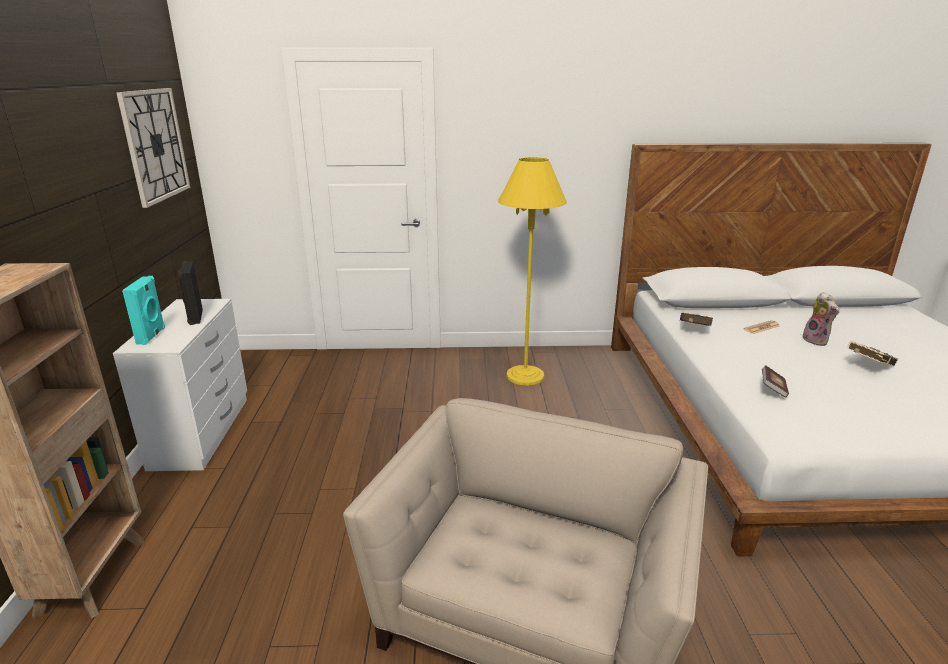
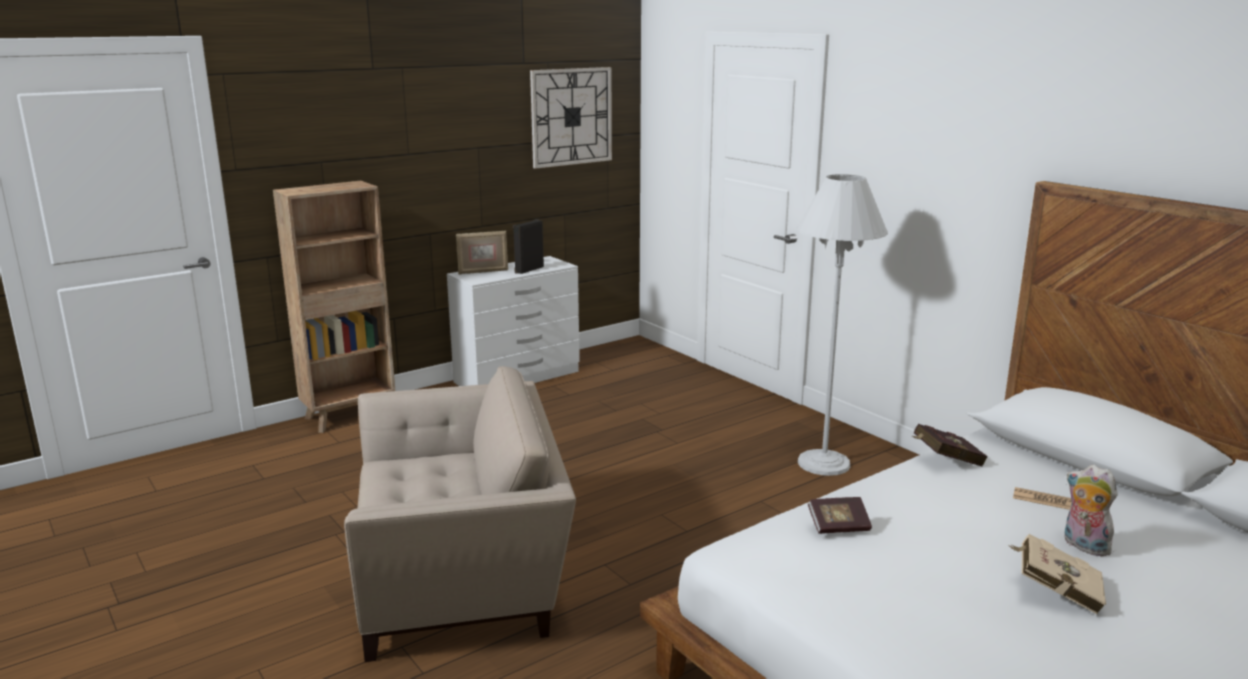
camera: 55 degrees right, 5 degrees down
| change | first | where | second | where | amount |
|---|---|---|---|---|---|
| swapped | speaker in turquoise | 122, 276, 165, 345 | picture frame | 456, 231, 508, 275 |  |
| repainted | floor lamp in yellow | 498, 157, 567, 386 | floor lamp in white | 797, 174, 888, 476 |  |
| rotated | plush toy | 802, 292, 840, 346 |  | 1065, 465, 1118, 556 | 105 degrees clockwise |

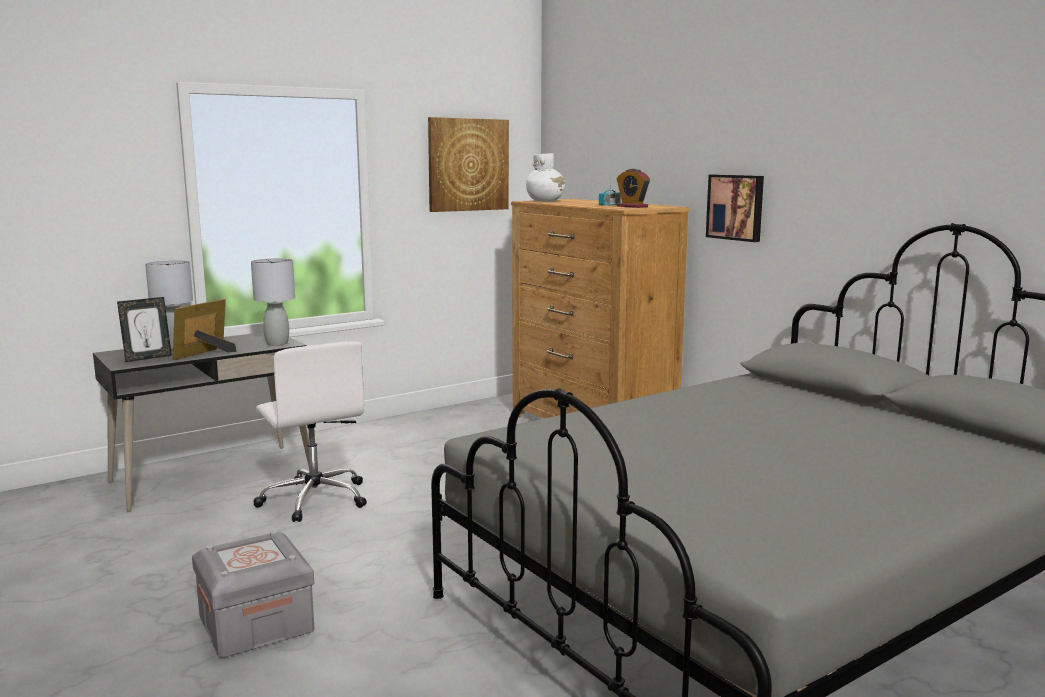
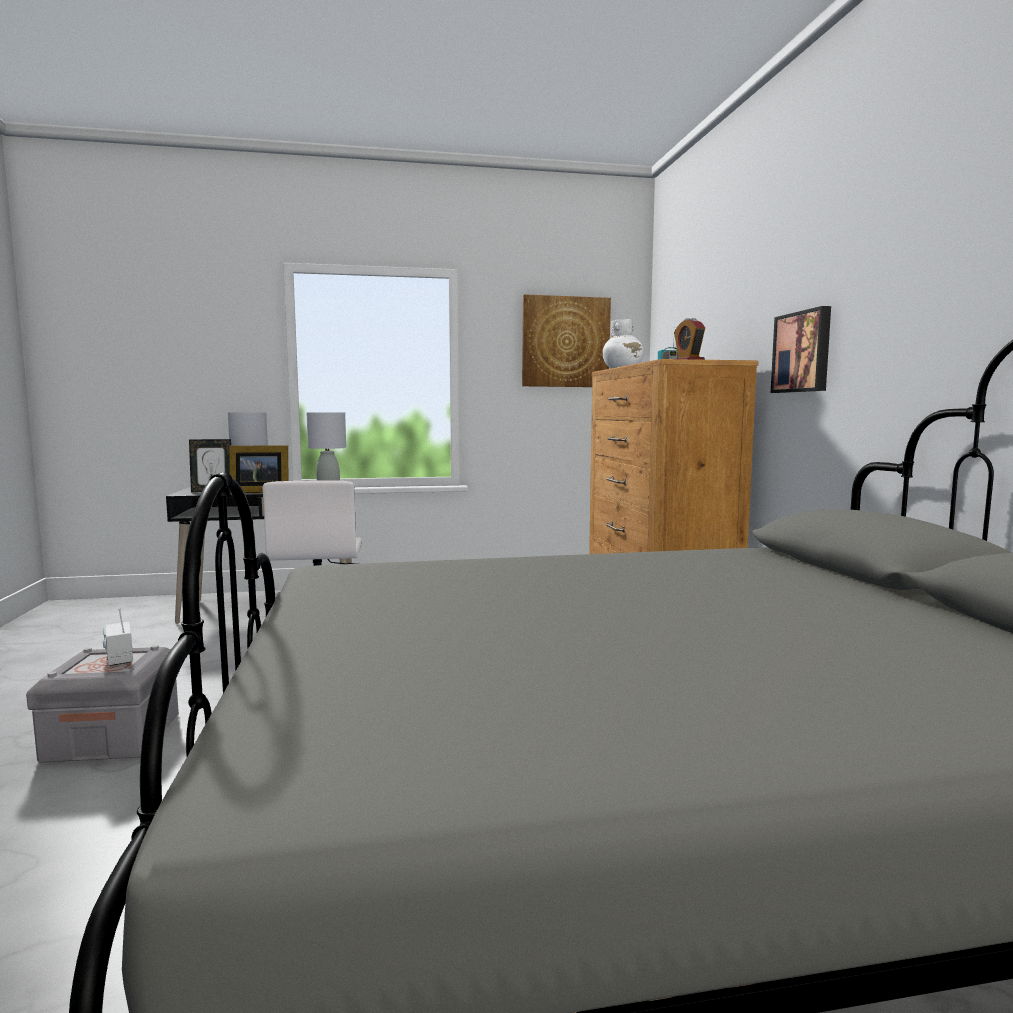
camera: 25 degrees right, 5 degrees down
| change | first | where | second | where | amount |
|---|---|---|---|---|---|
| new |  |  | radio | 103, 608, 133, 666 |  |
| rotated | picture frame | 173, 299, 236, 360 |  | 229, 445, 289, 493 | 150 degrees counterclockwise |

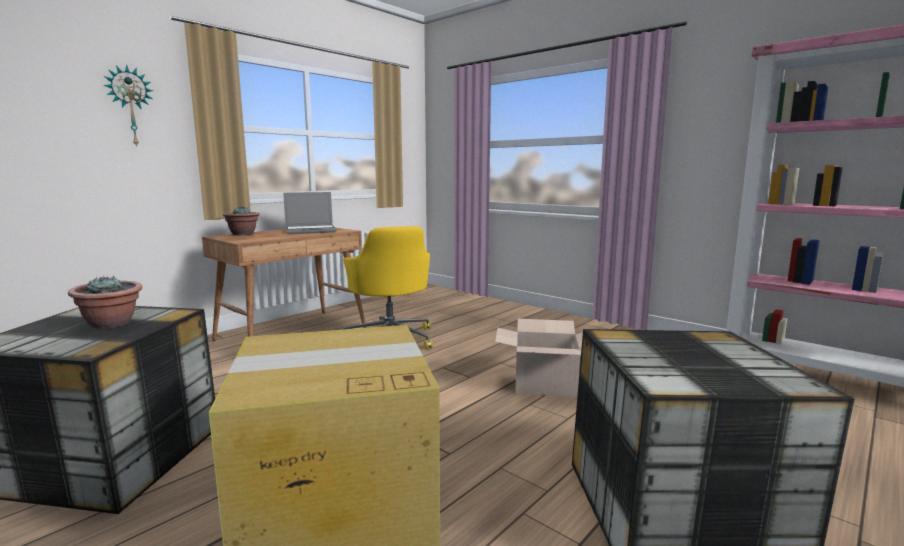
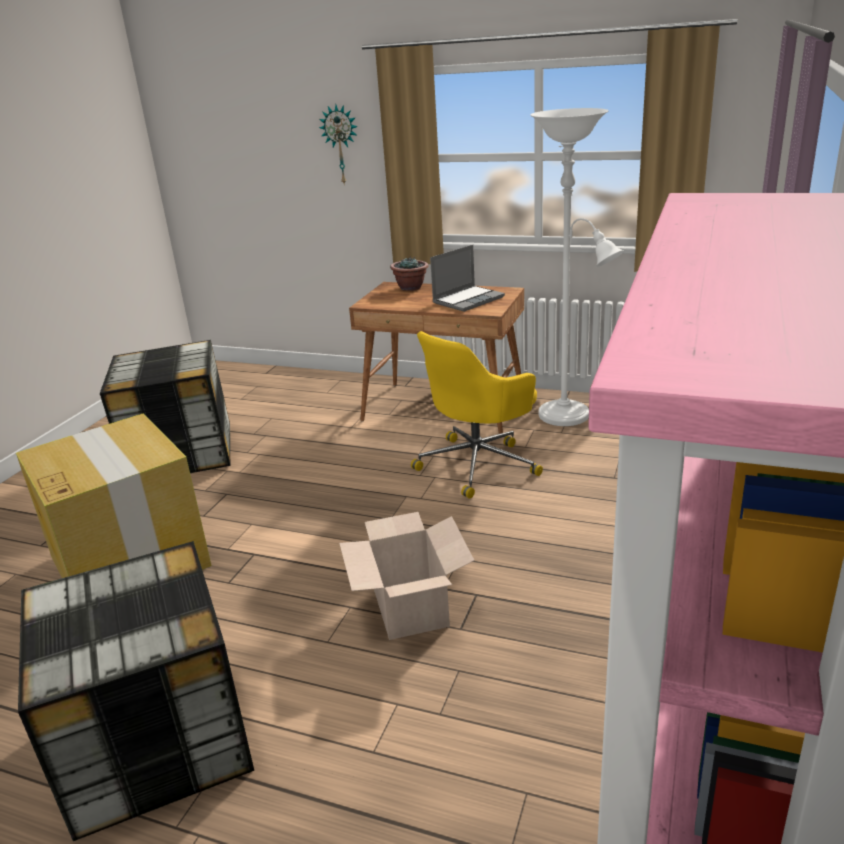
camera: 70 degrees right, 15 degrees up
| change | first | where | second | where | amount |
|---|---|---|---|---|---|
| rotated | laptop | 283, 192, 337, 234 |  | 430, 245, 505, 312 | 90 degrees counterclockwise |
| new |  |  | floor lamp in white | 531, 108, 624, 426 |  |
| gone | potted plant | 68, 276, 142, 329 |  |  |  |

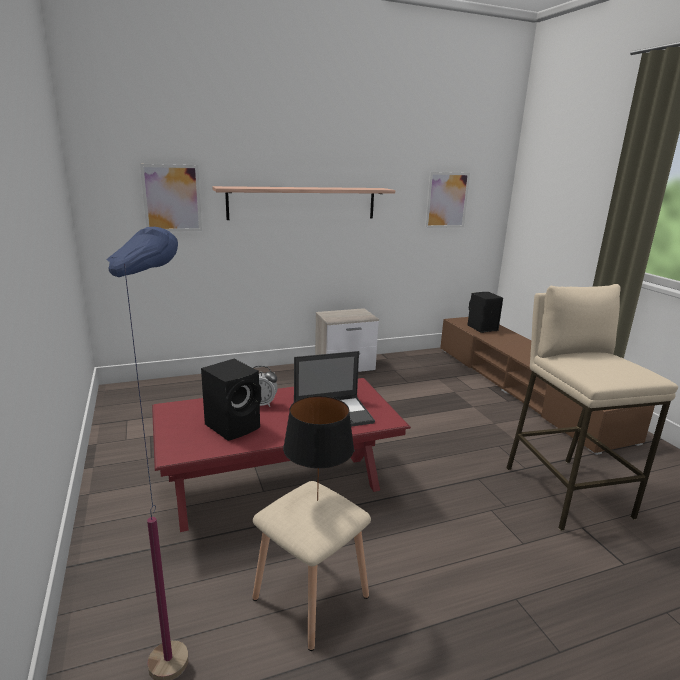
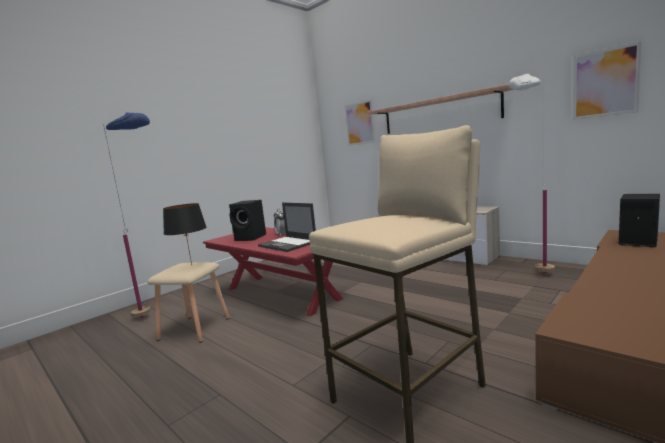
camera: 65 degrees right, 10 degrees down
| change | first | where | second | where | amount |
|---|---|---|---|---|---|
| new |  |  | floor lamp in white | 509, 73, 555, 274 |  |

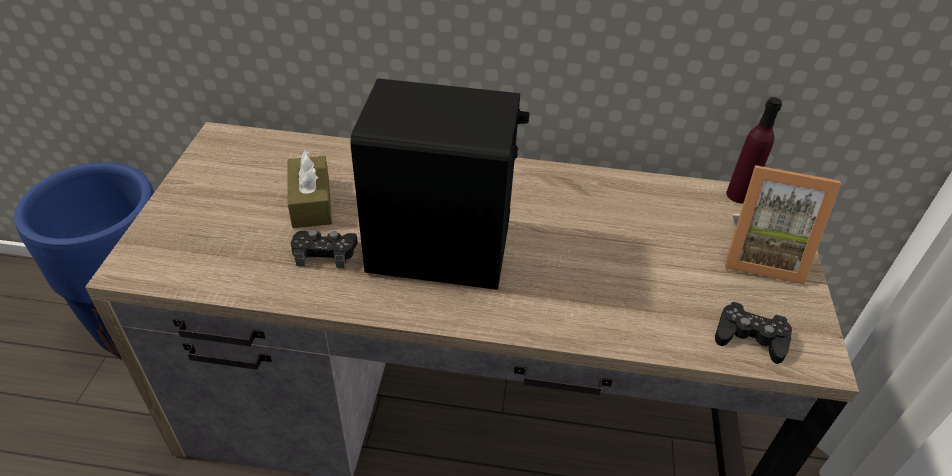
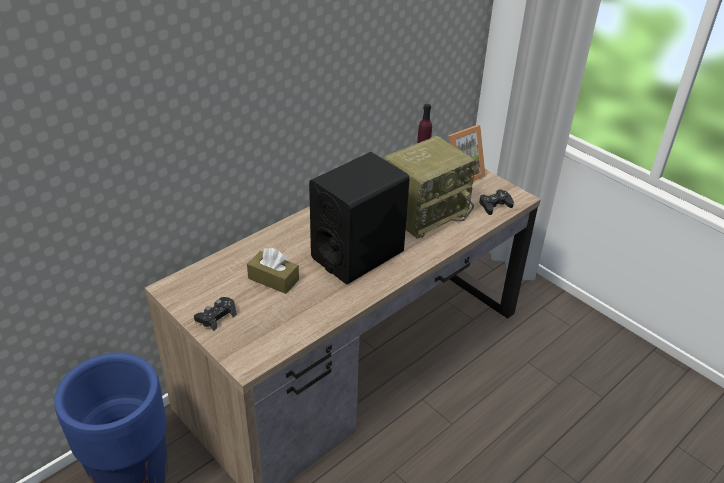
camera: 50 degrees left, 5 degrees down
| change | first | where | second | where | amount |
|---|---|---|---|---|---|
| shifted | game controller in black | 291, 230, 358, 268 |  | 194, 297, 237, 331 |  |
| new |  |  | radio | 384, 136, 476, 239 |  |

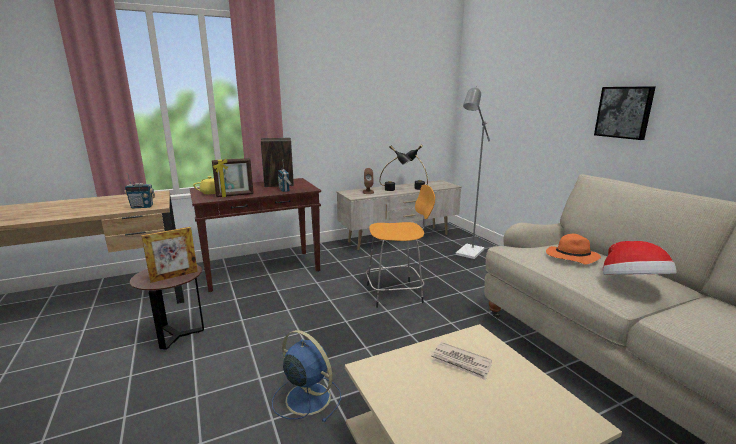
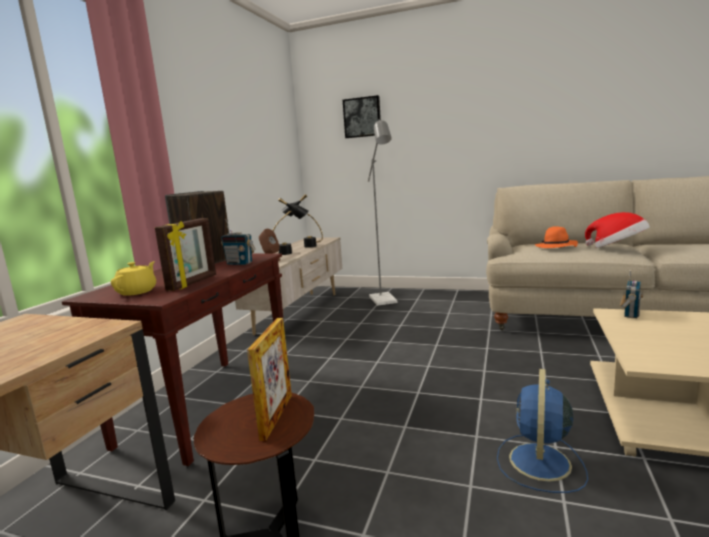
camera: 45 degrees left, 5 degrees down
| change | first | where | second | where | amount |
|---|---|---|---|---|---|
| shifted | picture | 594, 86, 656, 140 |  | 343, 95, 381, 138 |  |
| rotated | fan in blue | 272, 330, 341, 422 |  | 497, 369, 588, 493 | 60 degrees counterclockwise |
| shifted | radio | 124, 174, 155, 209 |  | 620, 270, 643, 318 |  |
| gone | stool in orange | 366, 185, 435, 308 |  |  |  |
| gone | newspaper | 431, 342, 492, 380 |  |  |  |

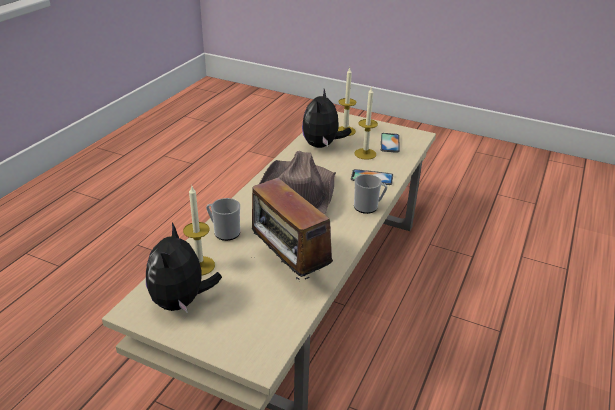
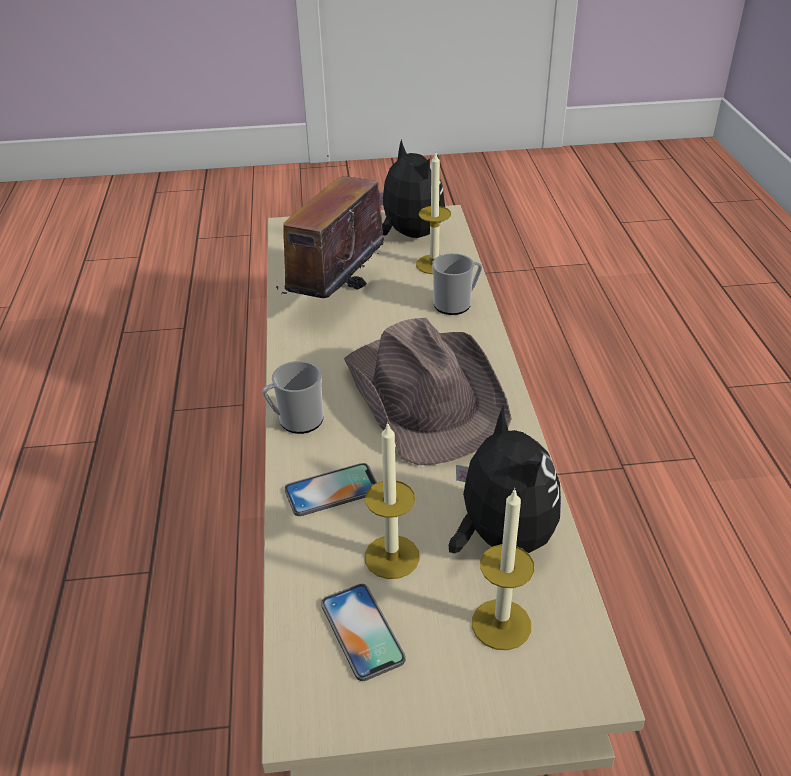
camera: 150 degrees right, 5 degrees up
| change | first | where | second | where | amount |
|---|---|---|---|---|---|
| rotated | radio | 252, 173, 333, 280 |  | 276, 155, 391, 298 | 90 degrees counterclockwise |

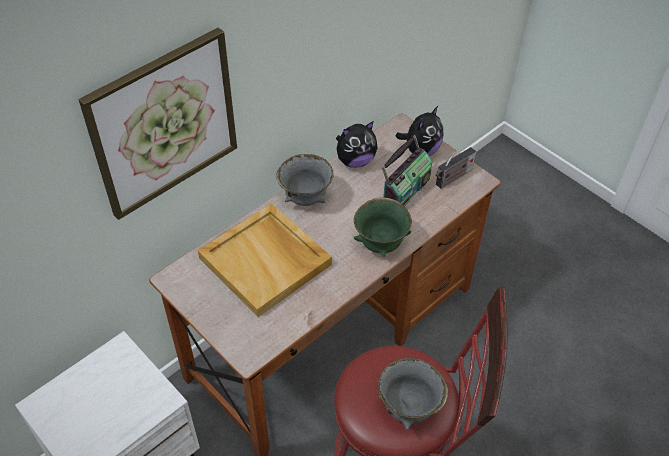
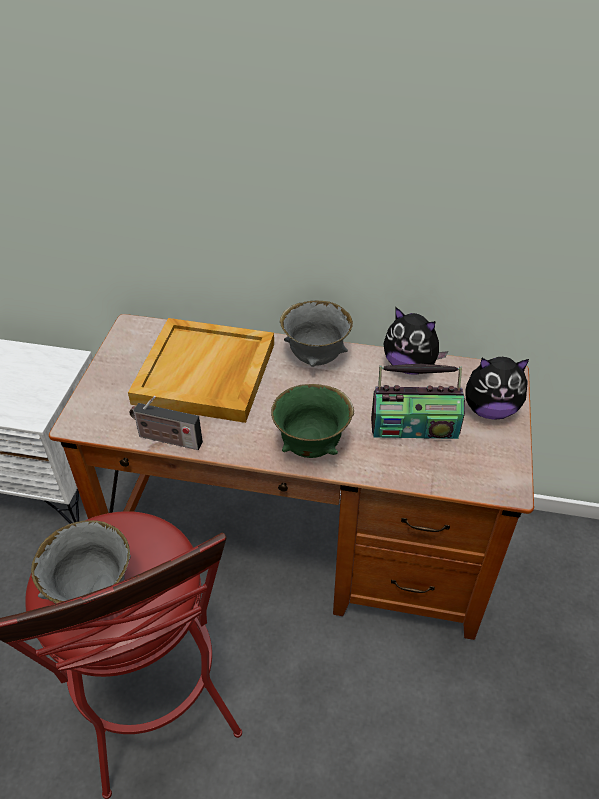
camera: 55 degrees right, 5 degrees down
| change | first | where | second | where | amount |
|---|---|---|---|---|---|
| shifted | radio | 436, 147, 476, 189 |  | 129, 396, 203, 450 |  |
| gone | picture | 78, 28, 237, 220 |  |  |  |

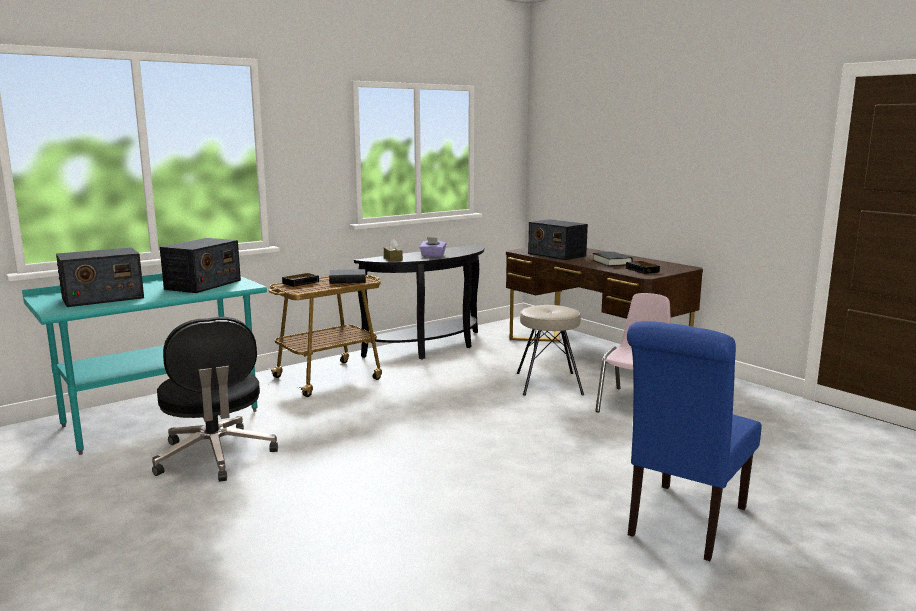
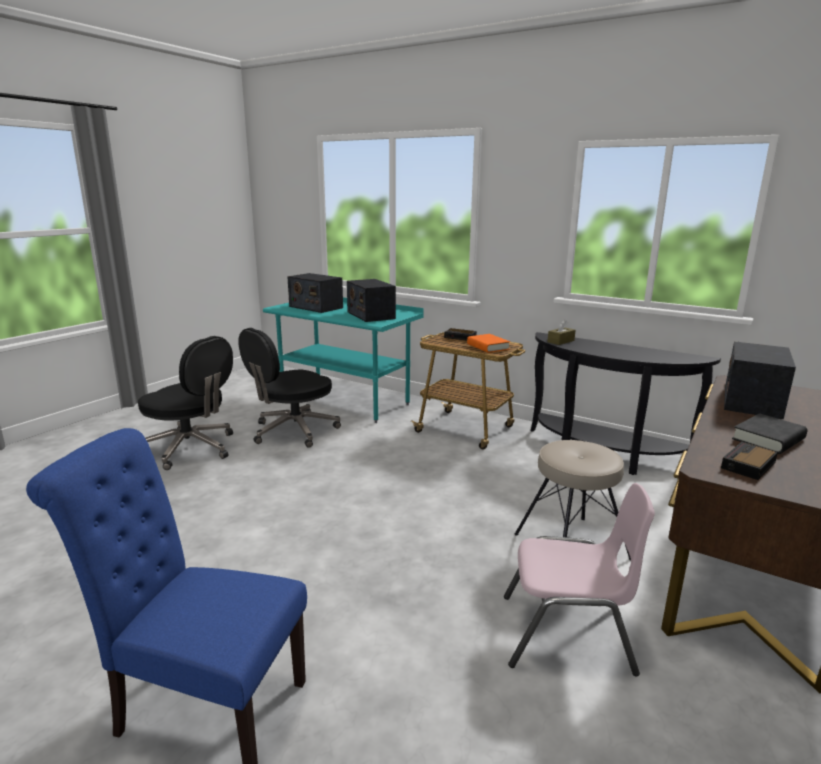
camera: 70 degrees right, 5 degrees up
| change | first | where | second | where | amount |
|---|---|---|---|---|---|
| new |  |  | office chair in black | 138, 336, 233, 470 |  |
| rotated | radio | 160, 238, 241, 293 |  | 347, 279, 396, 322 | 60 degrees clockwise |
| repainted | book in black | 329, 269, 366, 284 | book in orange | 467, 334, 510, 353 |  |
| gone | tissue box in purple | 419, 237, 446, 257 |  |  |  |

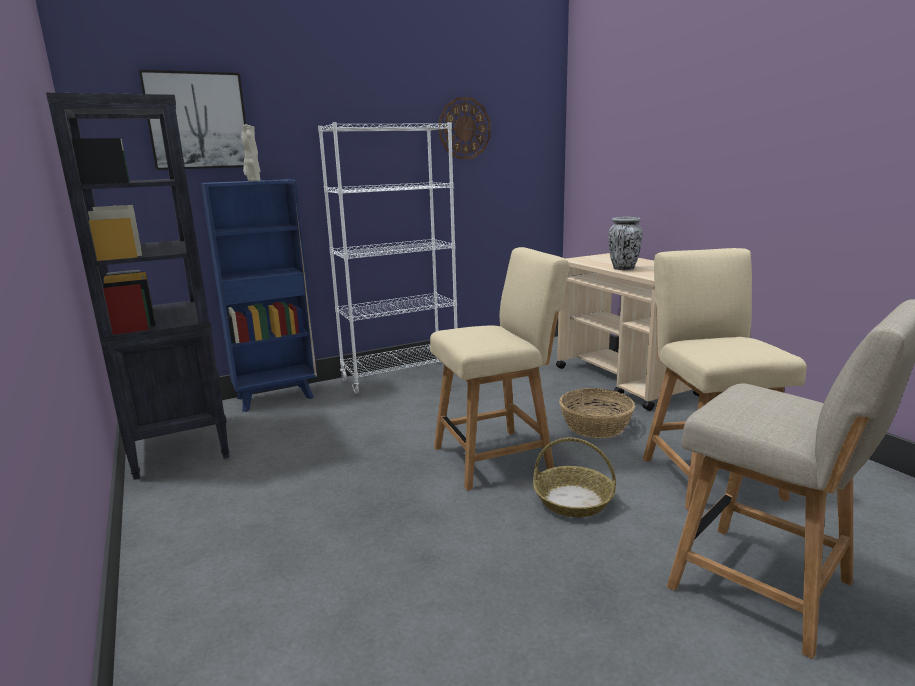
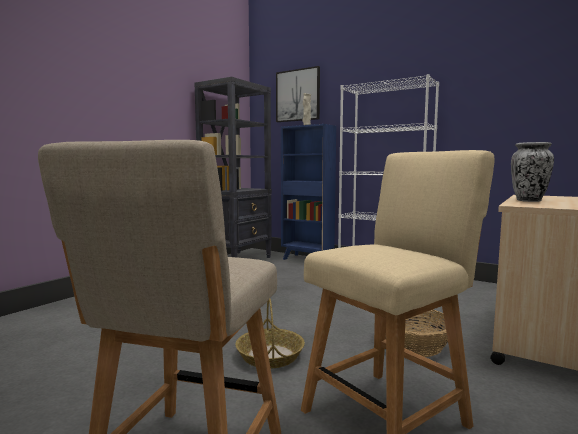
camera: 60 degrees right, 10 degrees down
| change | first | where | second | where | amount |
|---|---|---|---|---|---|
| gone | chair in beige | 430, 247, 569, 491 |  |  |  |
| gone | wall clock | 438, 97, 491, 159 |  |  |  |

